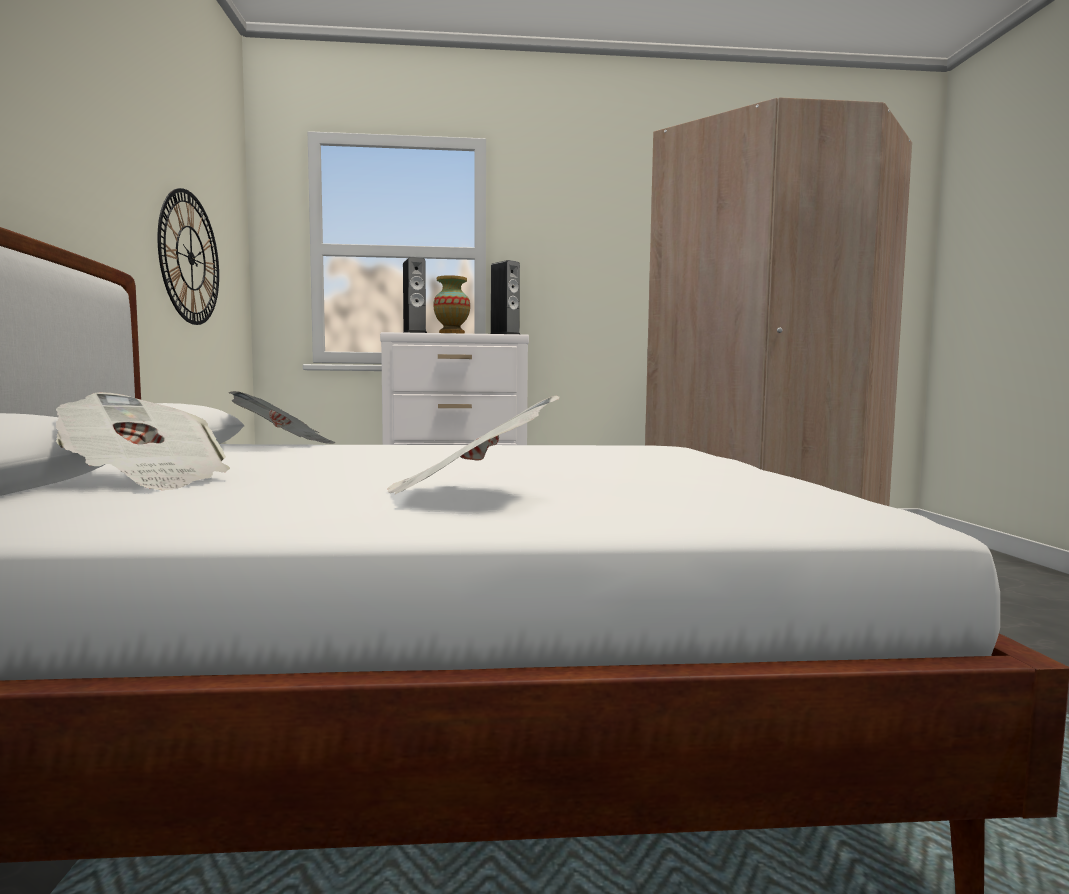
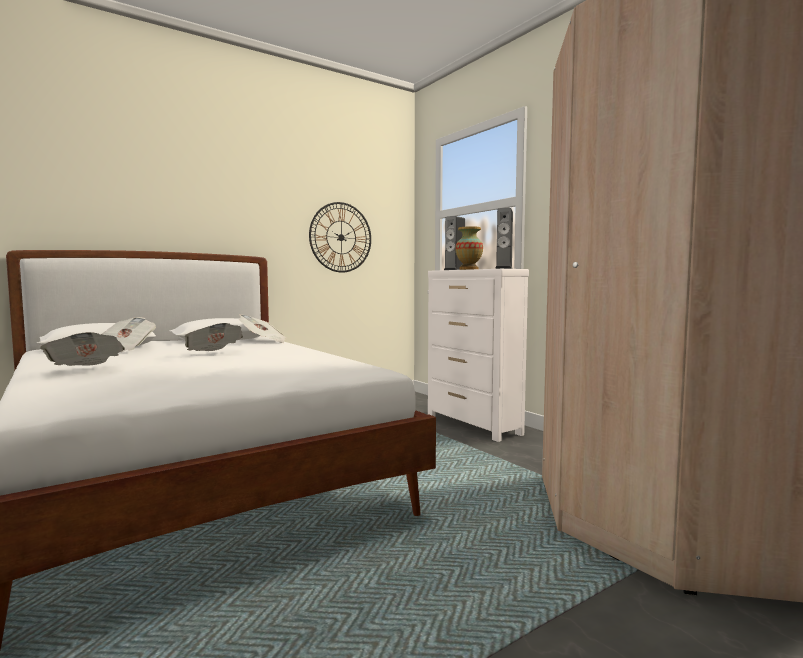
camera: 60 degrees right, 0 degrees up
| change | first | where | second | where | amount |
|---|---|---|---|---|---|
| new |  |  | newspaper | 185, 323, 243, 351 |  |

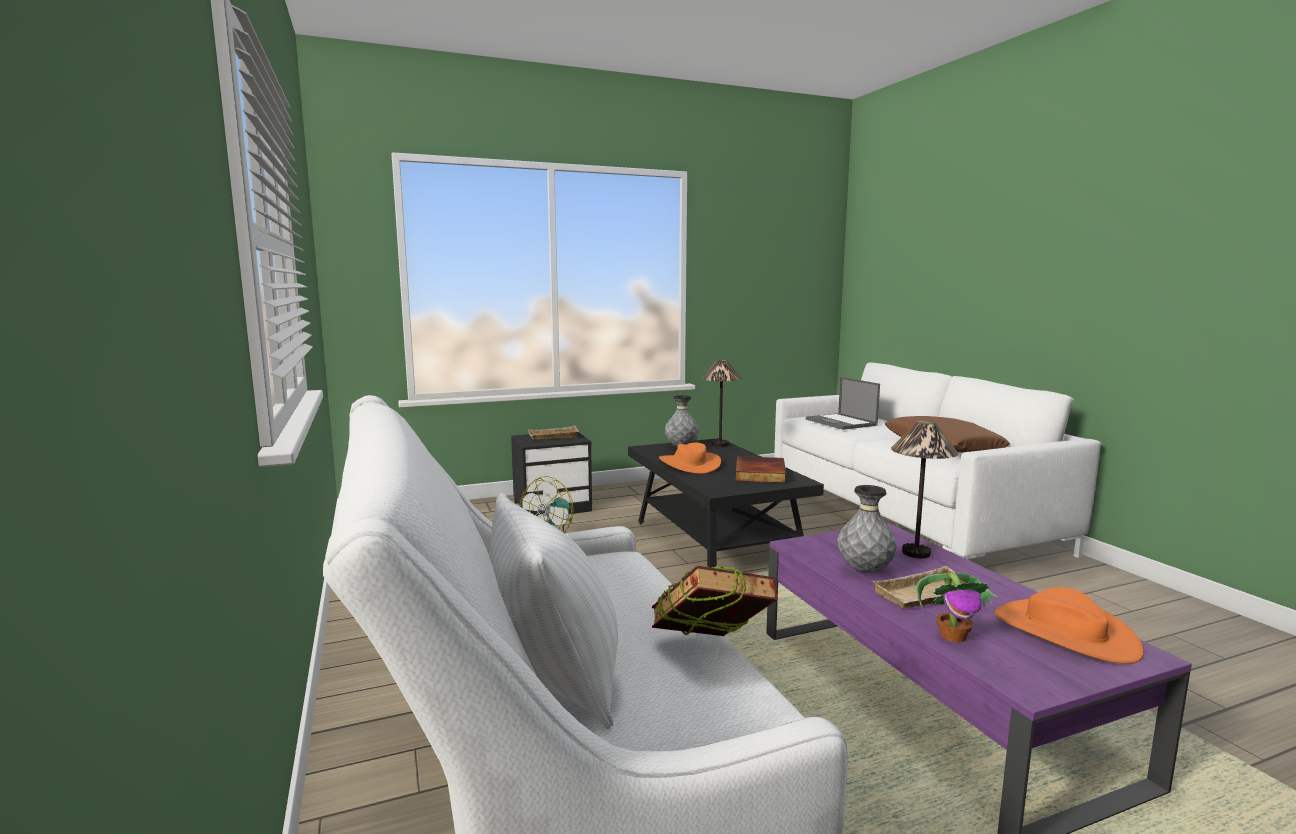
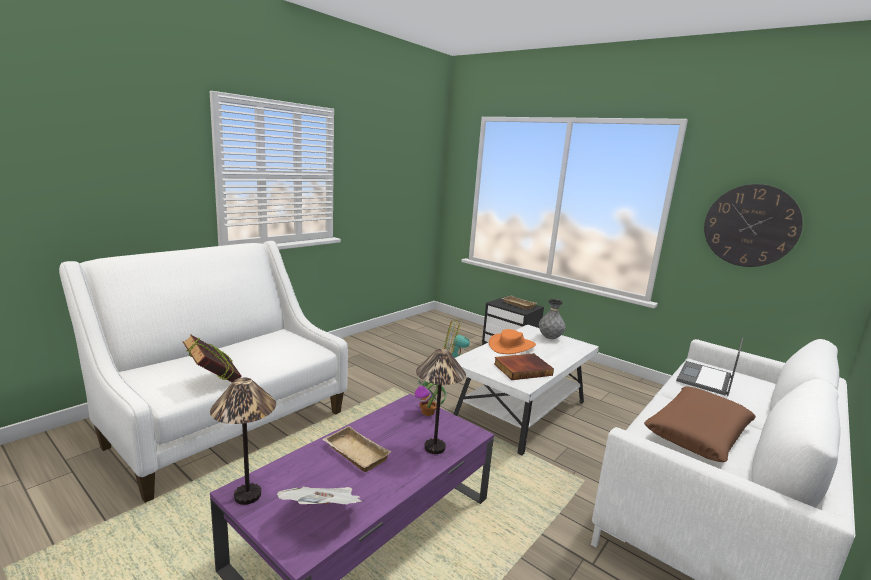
camera: 60 degrees right, 5 degrees up
| change | first | where | second | where | amount |
|---|---|---|---|---|---|
| shifted | table lamp | 702, 360, 741, 447 |  | 210, 378, 276, 505 |  |
| swapped | hat in orange | 995, 587, 1144, 664 | newspaper | 277, 487, 362, 504 |  |
| shifted | potted plant | 916, 572, 997, 642 |  | 415, 380, 447, 416 |  |
| repainted | coffee table in black | 628, 438, 824, 568 | coffee table in white | 454, 325, 599, 455 |  |
| new |  |  | wall clock | 704, 184, 803, 267 |  |
| gone | pillow in white | 489, 493, 618, 729 |  |  |  |
| gone | vase in grey | 837, 485, 897, 573 |  |  |  |

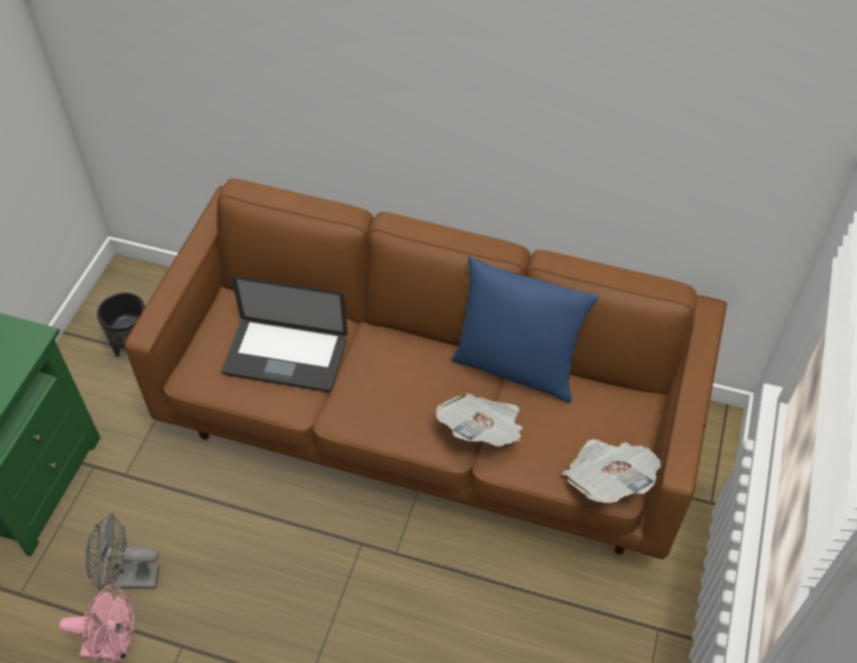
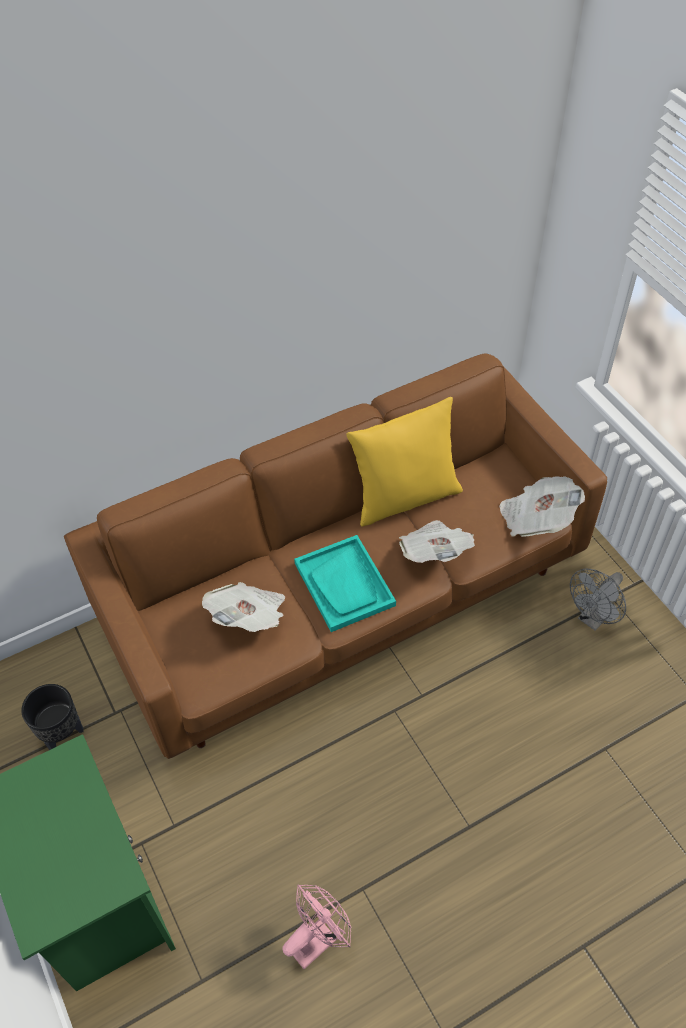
camera: 45 degrees left, 0 degrees up
| change | first | where | second | where | amount |
|---|---|---|---|---|---|
| swapped | laptop | 222, 276, 348, 392 | newspaper | 202, 582, 285, 632 |  |
| new |  |  | tray in turquoise | 294, 535, 396, 632 |  |
| repainted | pillow in blue | 451, 256, 598, 402 | pillow in yellow | 346, 397, 463, 527 |  |
| shifted | fan in grey | 86, 513, 160, 592 |  | 570, 568, 626, 631 |  |

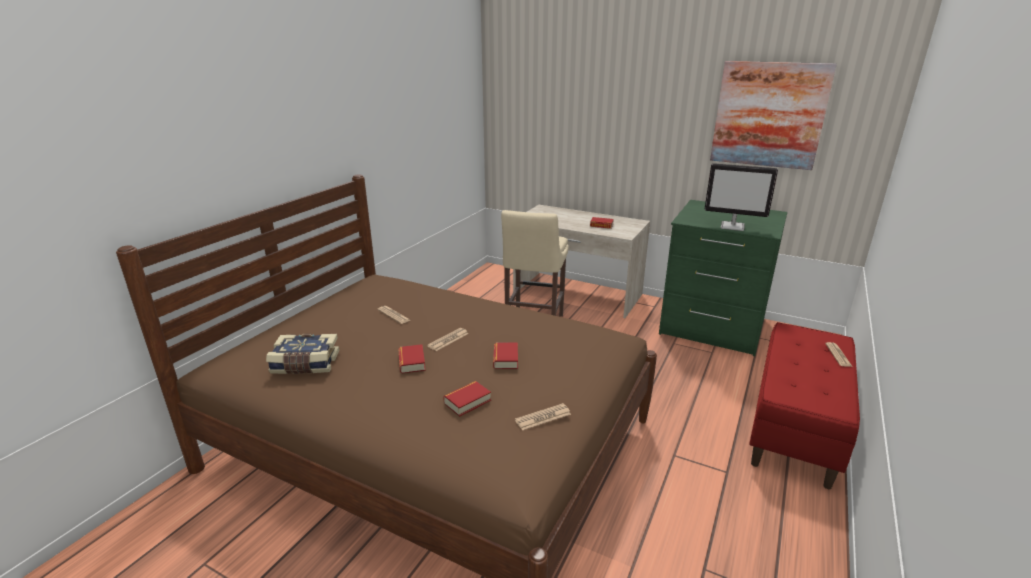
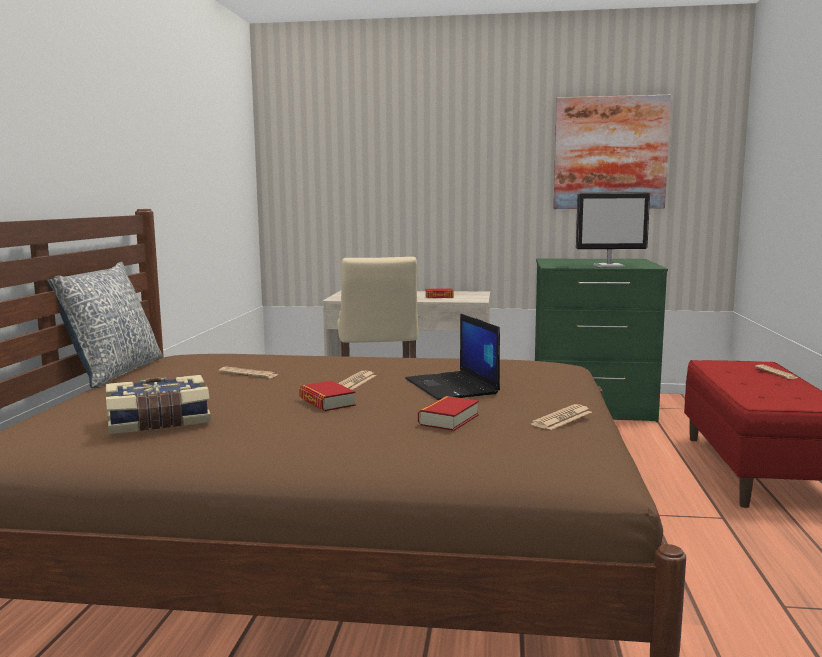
camera: 20 degrees left, 15 degrees down
| change | first | where | second | where | amount |
|---|---|---|---|---|---|
| new |  |  | pillow | 47, 262, 163, 388 |  |
| swapped | book | 493, 342, 518, 369 | laptop | 405, 313, 500, 400 |  |

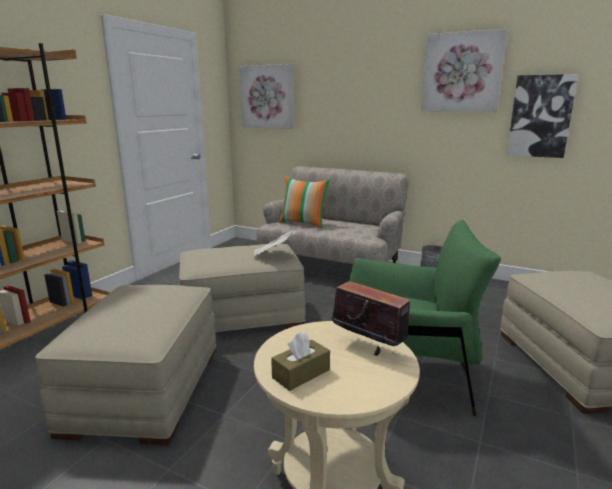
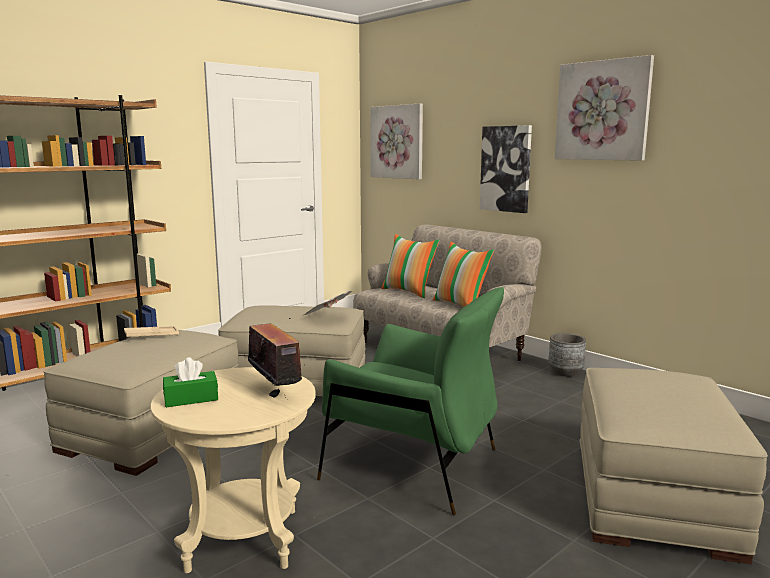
camera: 20 degrees right, 5 degrees down
| change | first | where | second | where | amount |
|---|---|---|---|---|---|
| new |  |  | tray in beige | 124, 326, 179, 339 |  |
| repainted | tissue box in brown | 271, 332, 330, 391 | tissue box in green | 163, 357, 218, 407 |  |
| new |  |  | pillow | 433, 242, 494, 307 |  |
| shifted | picture | 507, 74, 578, 158 |  | 480, 125, 532, 213 |  |

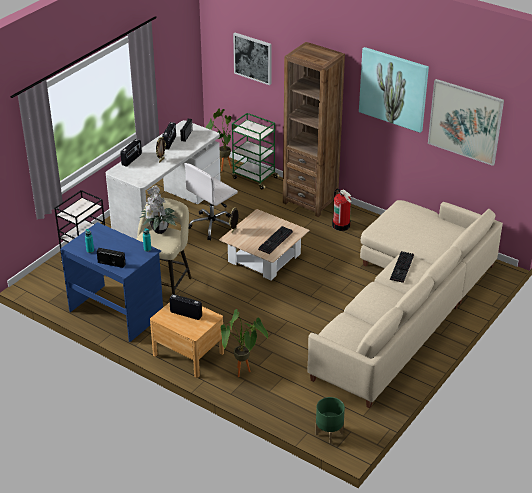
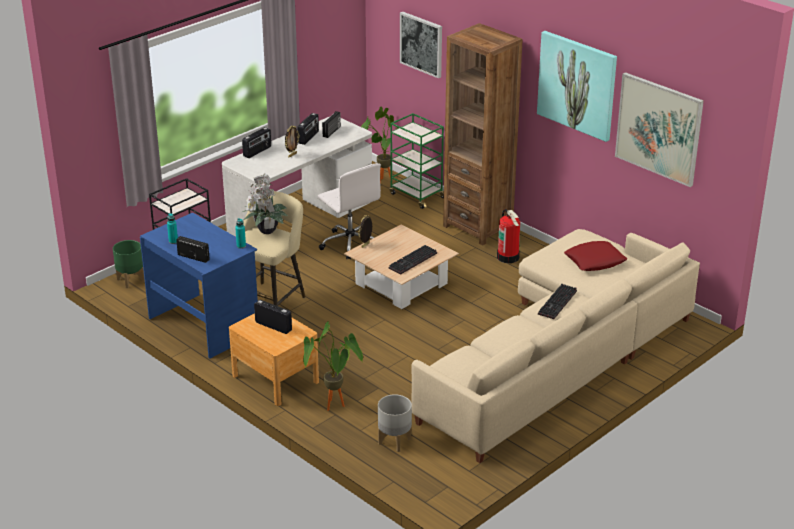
camera: 10 degrees right, 5 degrees down
| change | first | where | second | where | amount |
|---|---|---|---|---|---|
| shifted | planter in green | 315, 397, 345, 444 |  | 113, 240, 145, 288 |  |
| rotated | office chair in white | 185, 163, 238, 241 |  | 317, 163, 381, 259 | 90 degrees counterclockwise |
| new |  |  | planter in grey | 378, 394, 412, 452 |  |
| new |  |  | pillow in red | 564, 241, 627, 271 |  |

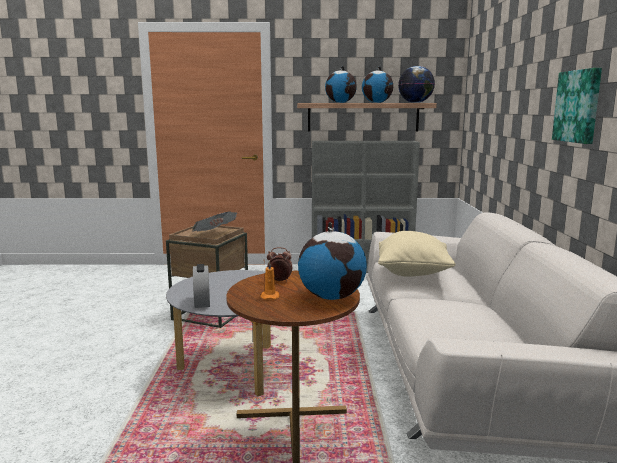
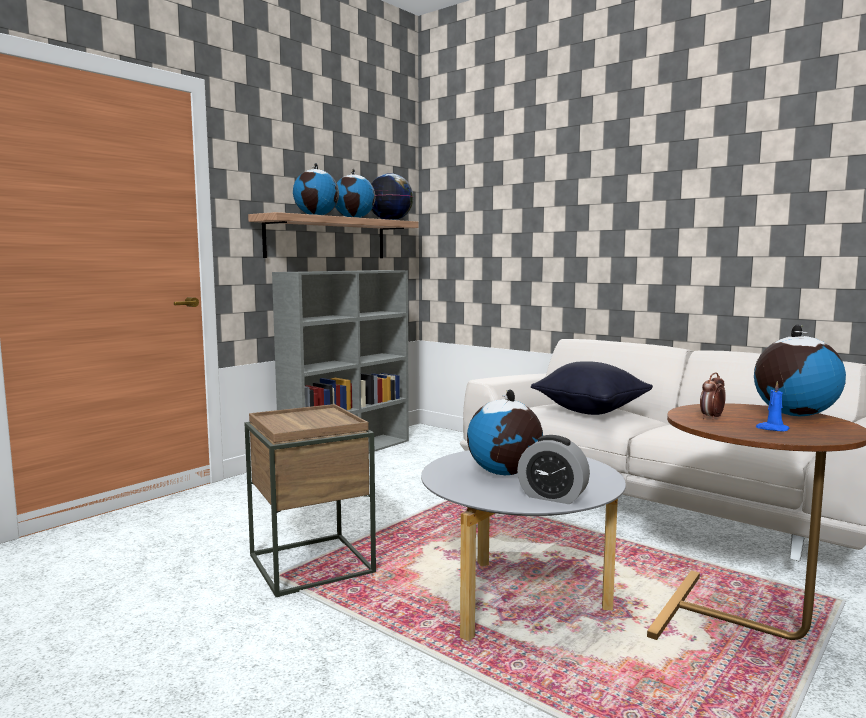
camera: 50 degrees left, 5 degrees down
| change | first | where | second | where | amount |
|---|---|---|---|---|---|
| new |  |  | globe | 467, 389, 543, 475 |  |
| repainted | pillow in beige | 378, 231, 456, 277 | pillow in black | 531, 361, 653, 415 |  |
| repainted | candle in orange | 260, 260, 280, 300 | candle in blue | 756, 381, 790, 432 |  |
| gone | newspaper | 192, 212, 237, 231 |  |  |  |
| gone | picture | 552, 68, 602, 144 |  |  |  |

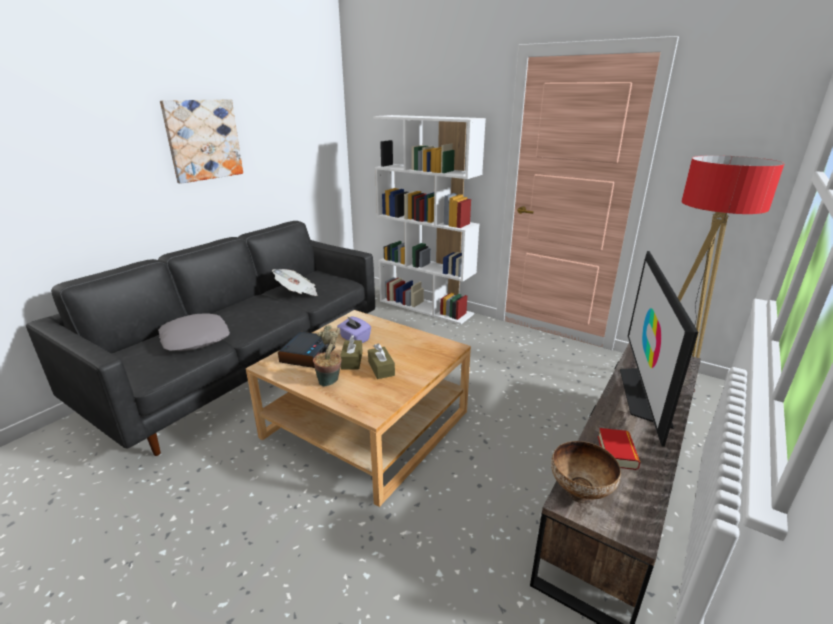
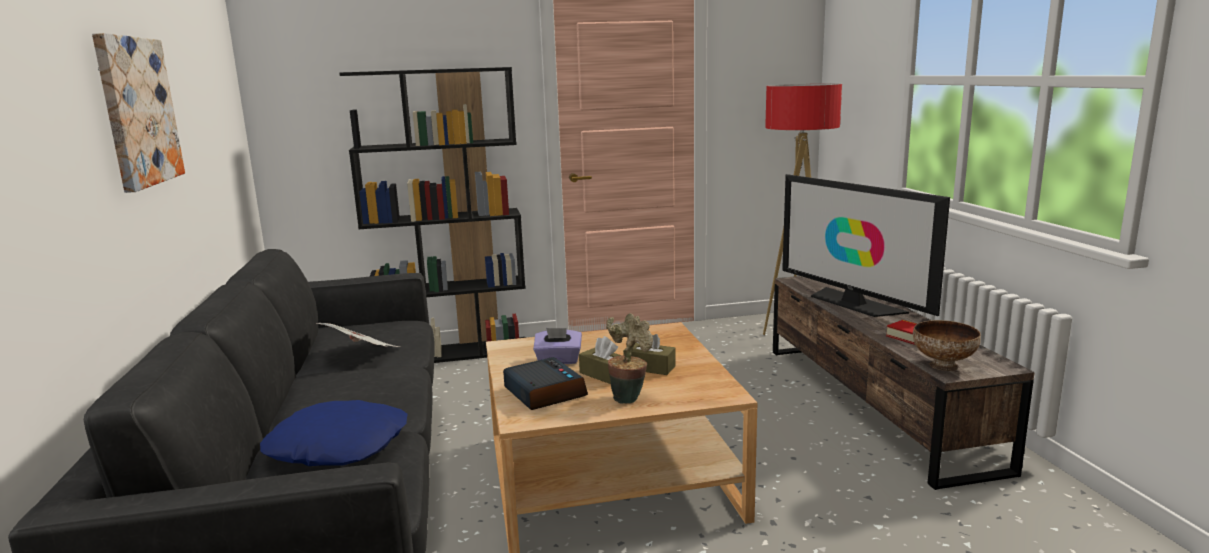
camera: 45 degrees left, 10 degrees down
| change | first | where | second | where | amount |
|---|---|---|---|---|---|
| repainted | pillow in grey | 158, 313, 230, 351 | pillow in blue | 260, 400, 407, 466 |  |
| repainted | bookcase in white | 373, 115, 486, 325 | bookcase in black | 339, 67, 526, 363 |  |

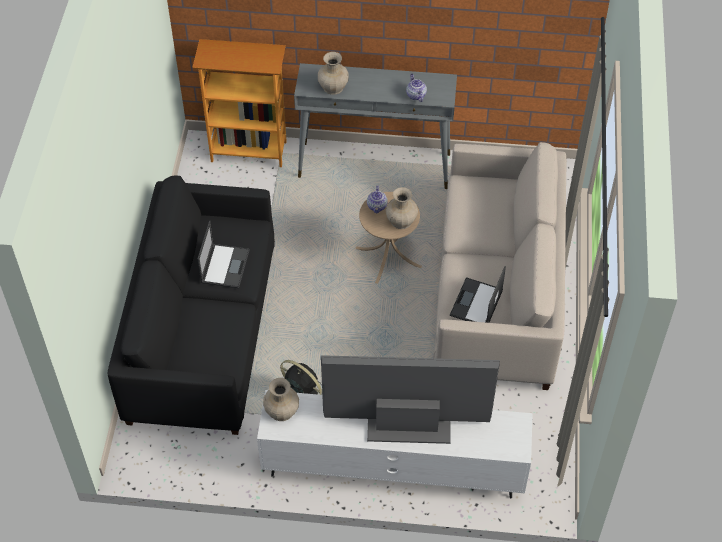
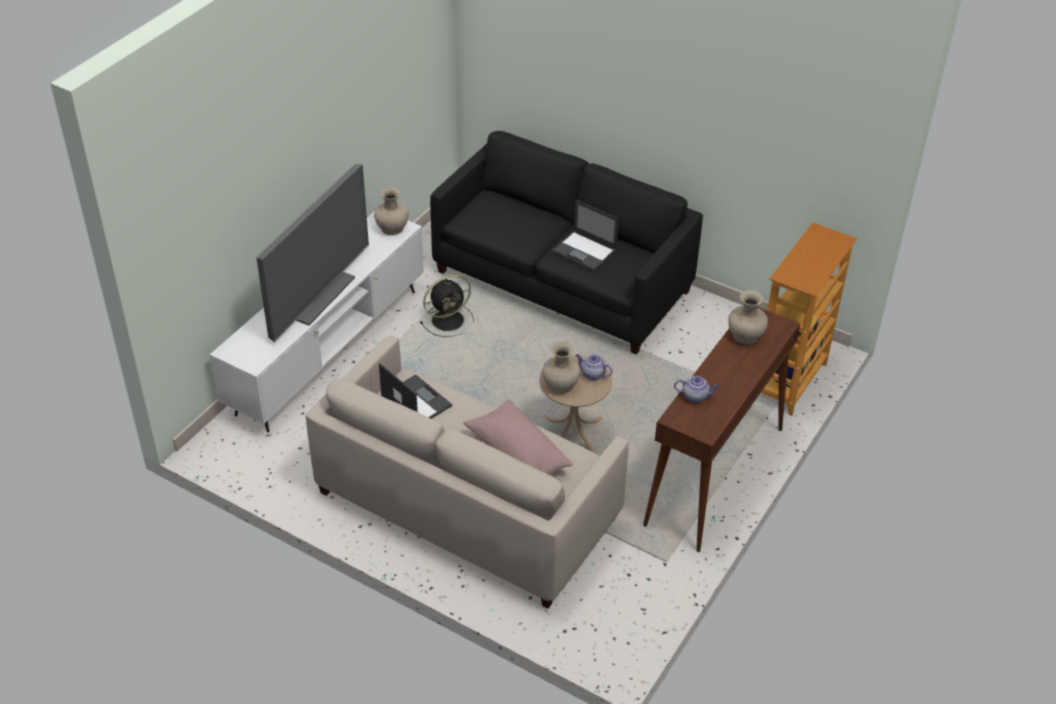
camera: 115 degrees right, 10 degrees down
| change | first | where | second | where | amount |
|---|---|---|---|---|---|
| new |  |  | pillow in pink | 464, 400, 573, 474 |  |
| repainted | console table in grey | 294, 63, 457, 189 | console table in brown | 643, 307, 800, 552 |  |

